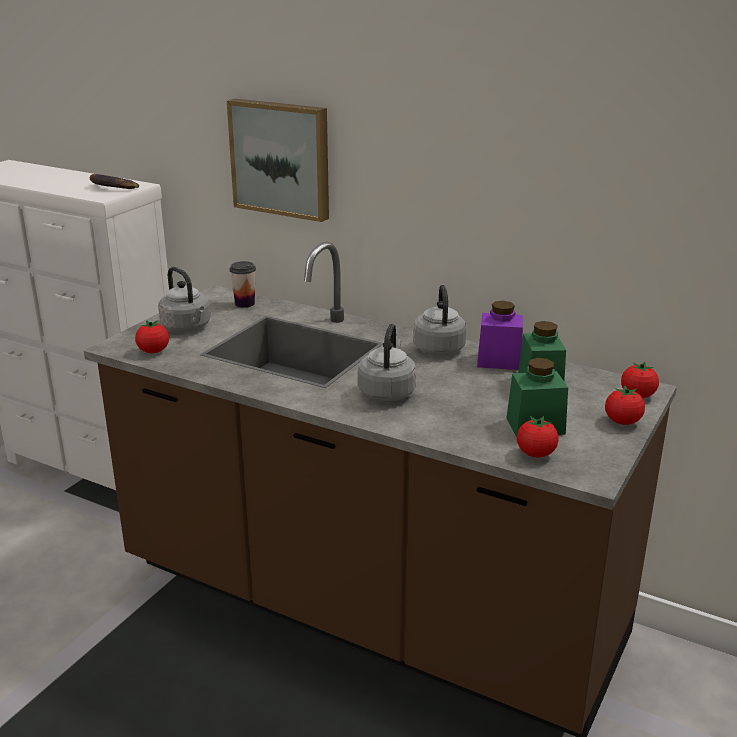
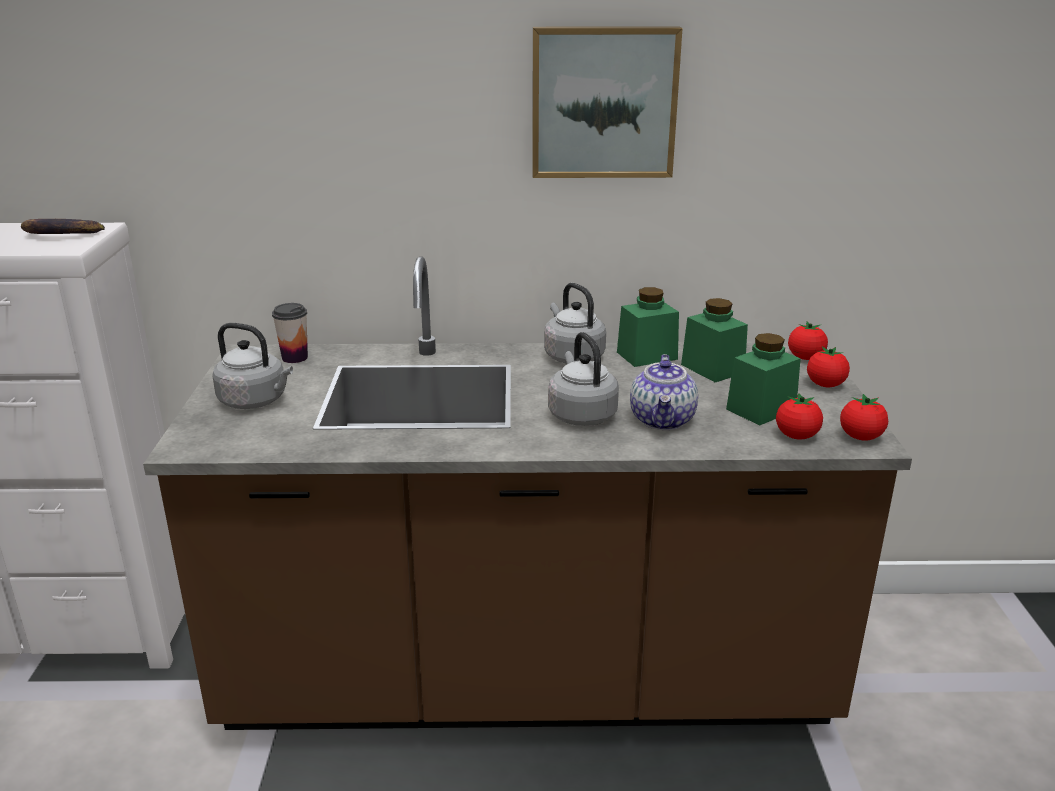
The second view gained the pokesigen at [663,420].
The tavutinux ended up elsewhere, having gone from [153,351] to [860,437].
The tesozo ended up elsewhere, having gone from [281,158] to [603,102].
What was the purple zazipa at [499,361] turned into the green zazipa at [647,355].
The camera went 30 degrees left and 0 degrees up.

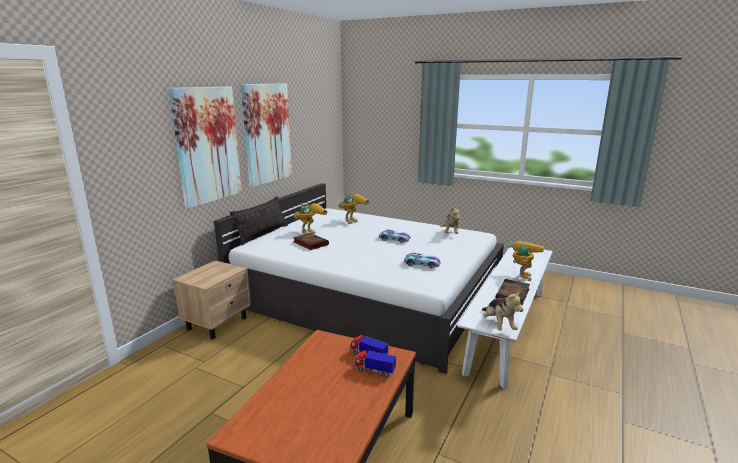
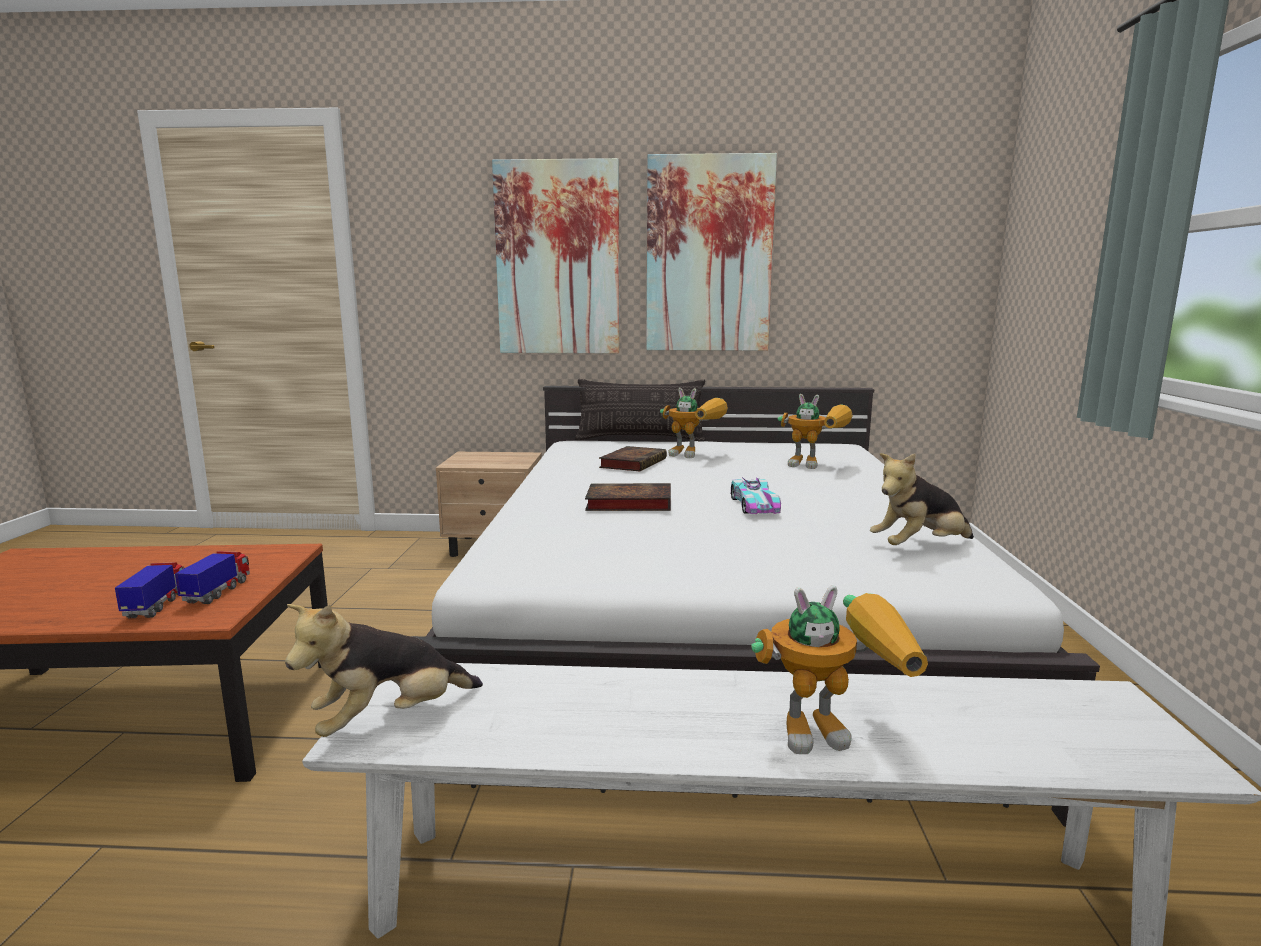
The second view lost the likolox at [422,264].
The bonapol ended up elsewhere, having gone from [513,295] to [626,503].
The camera went 65 degrees right and 5 degrees down.

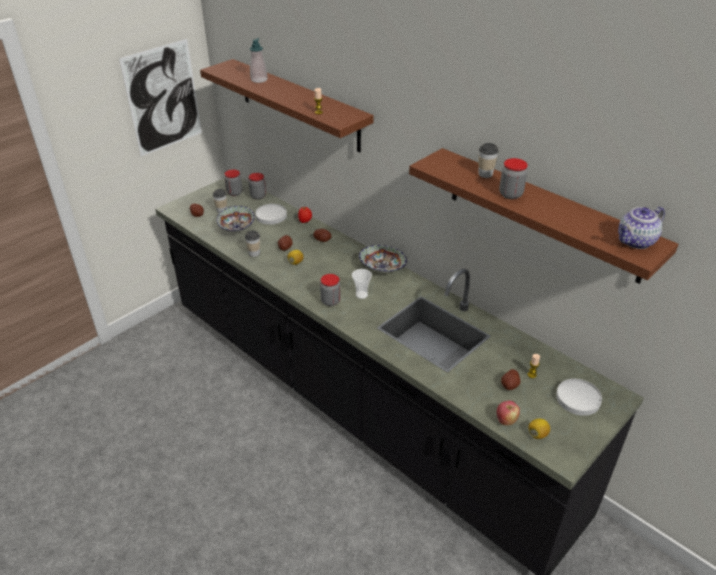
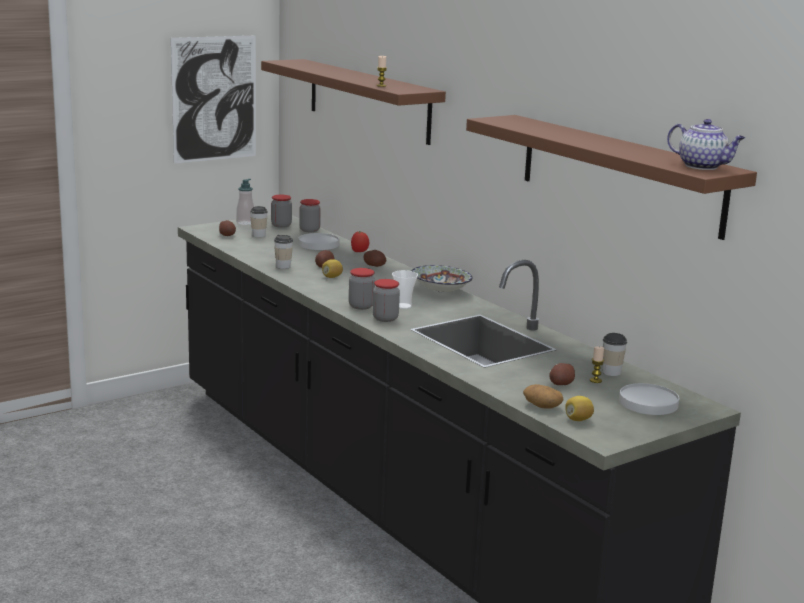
The second view lost the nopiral at [237,228].
The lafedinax ended up elsewhere, having gone from [259,80] to [245,223].
The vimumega ended up elsewhere, having gone from [485,174] to [611,372].
The zazipa ended up elsewhere, having gone from [510,194] to [385,318].
Where the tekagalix stood at [506,420], the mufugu came to stand at [541,406].
The pokesigen at [635,242] ended up facing another way, 120 degrees counterclockwise from before.
The camera went 10 degrees right and 20 degrees down.

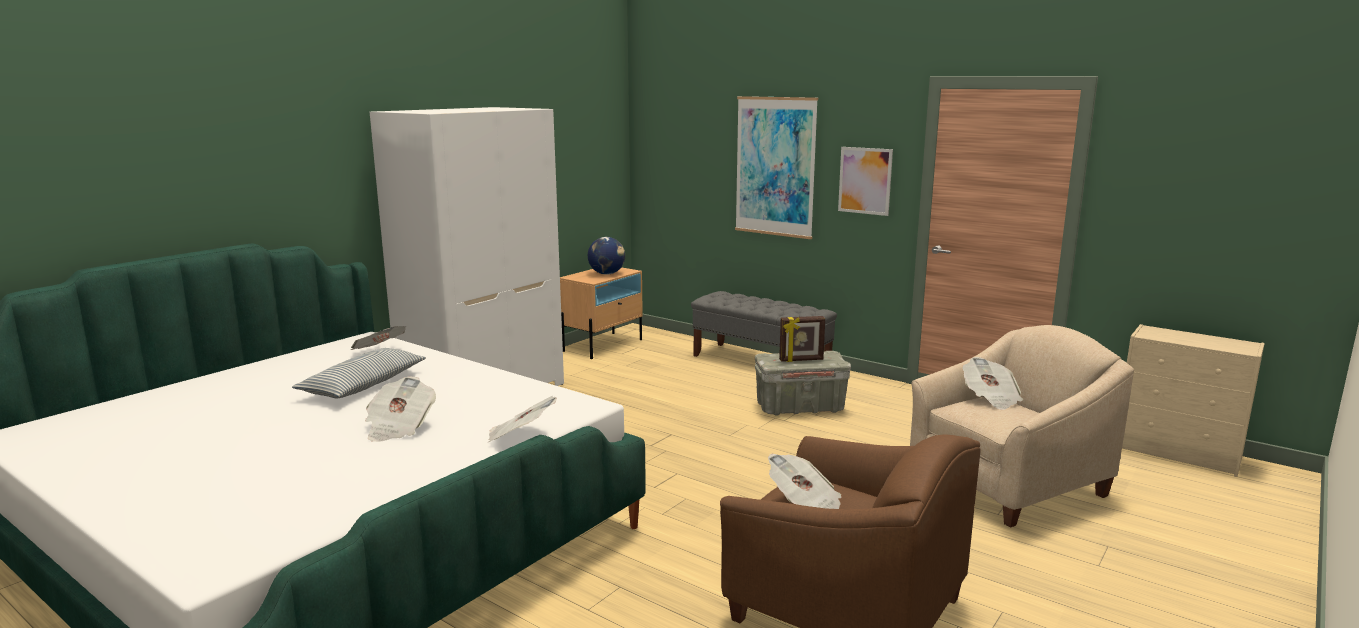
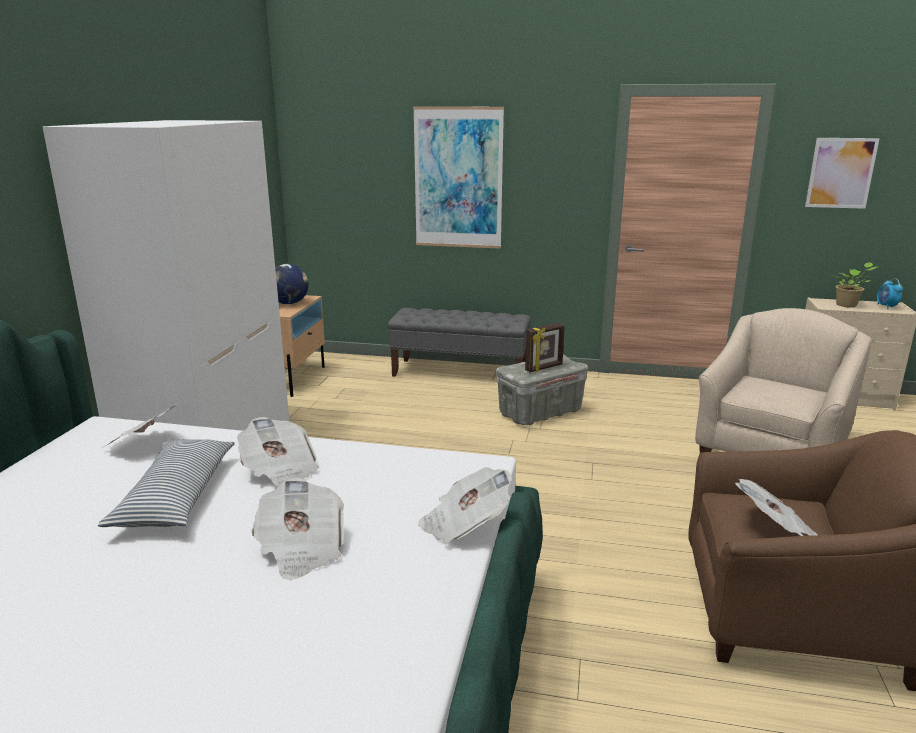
The second view gained the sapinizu at [848,305].
The second view gained the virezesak at [886,307].
The tesozo ended up elsewhere, having gone from [865,180] to [841,173].
The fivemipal ended up elsewhere, having gone from [990,398] to [280,471].
The camera went 25 degrees left and 5 degrees up.

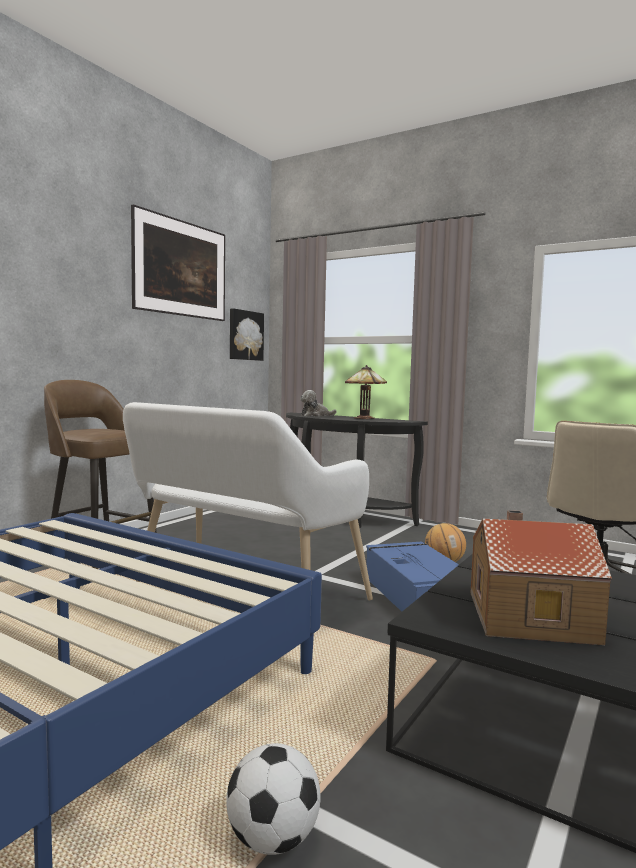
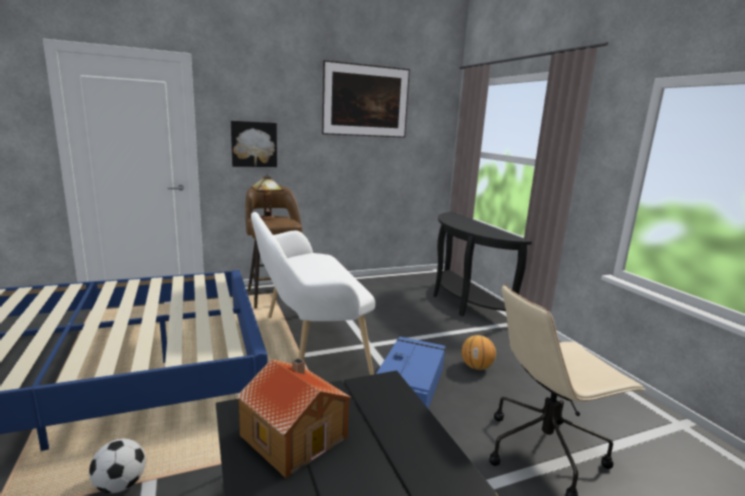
The second view lost the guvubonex at [315,415].
The tesozo ended up elsewhere, having gone from [245,335] to [254,144].
The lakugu ended up elsewhere, having gone from [366,418] to [268,218].
The camera went 35 degrees right and 10 degrees up.

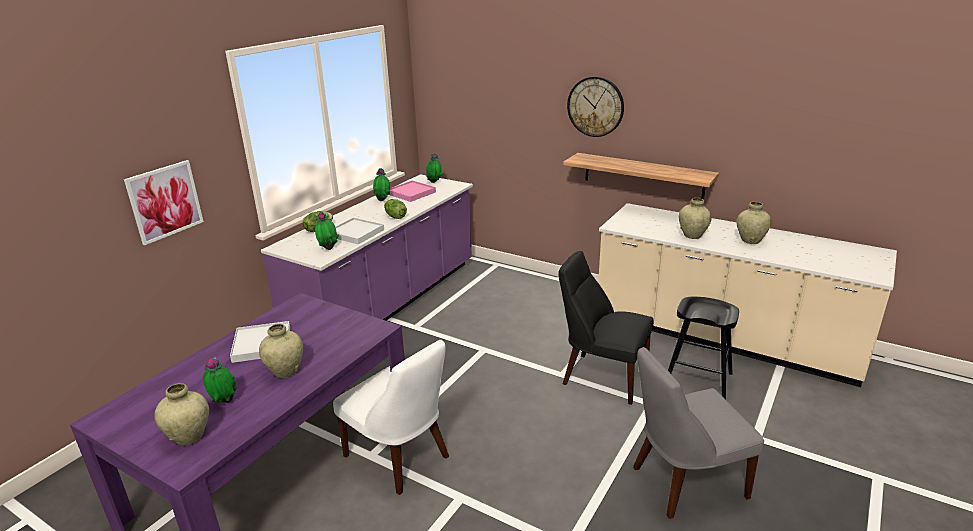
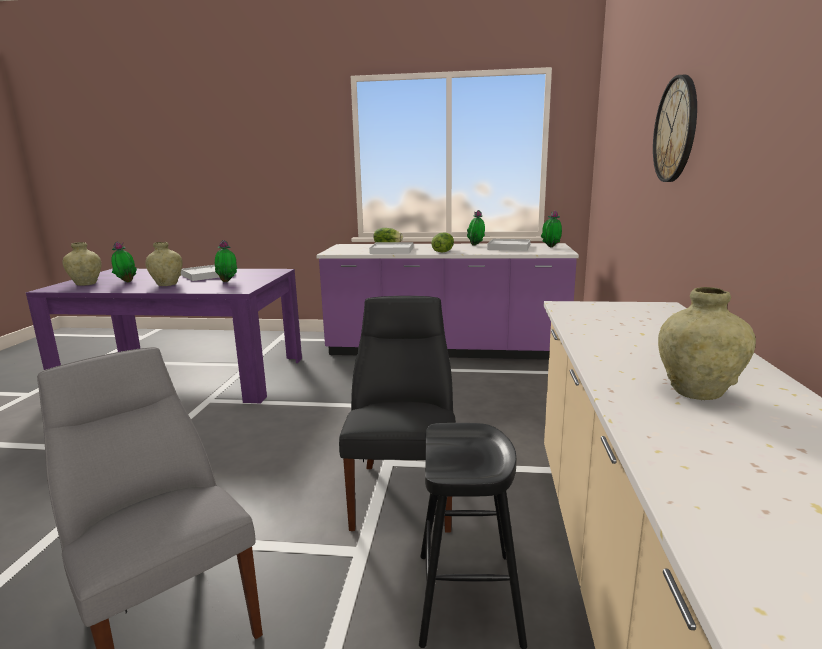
The second view lost the tesozo at [165,201].
The second view lost the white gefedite at [400,458].
The second view lost the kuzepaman at [643,175].
The second view lost the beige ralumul at [692,236].
The sapinizu ended up elsewhere, having gone from [328,248] to [228,281].
What was the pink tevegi at [411,193] turned into the white tevegi at [509,247].
The camera went 65 degrees right and 10 degrees down.

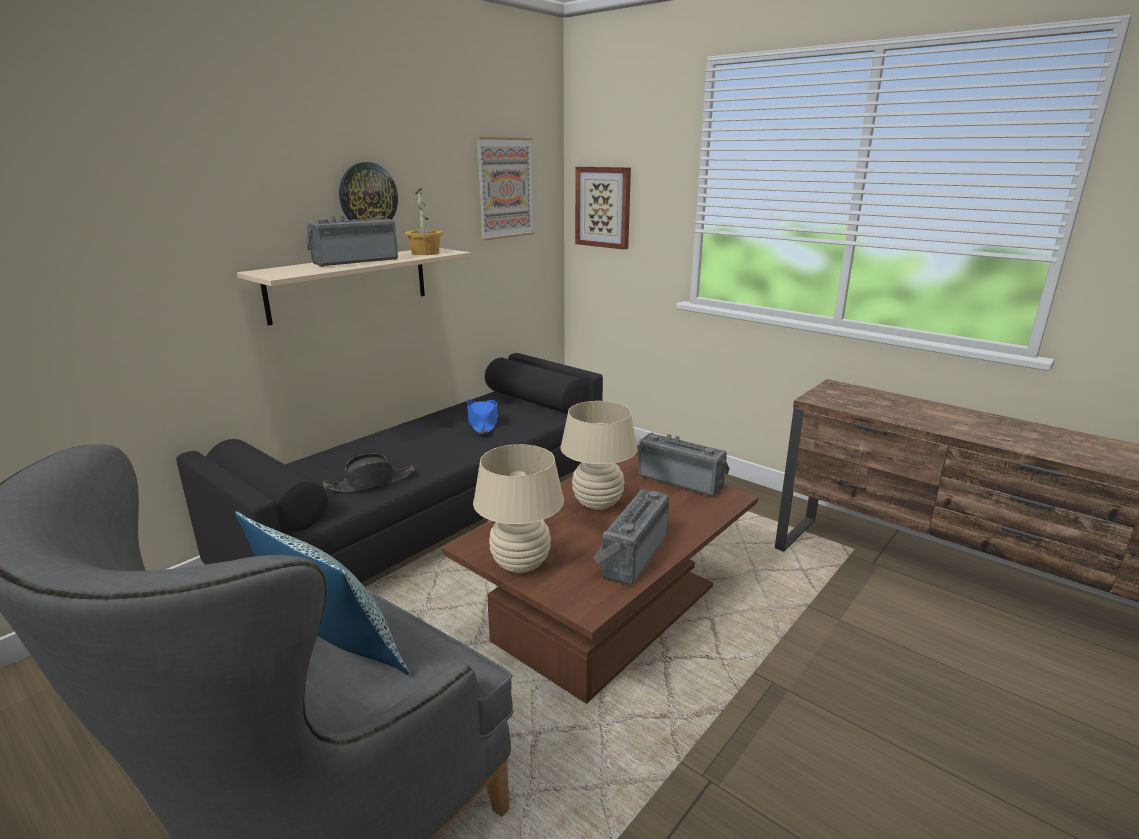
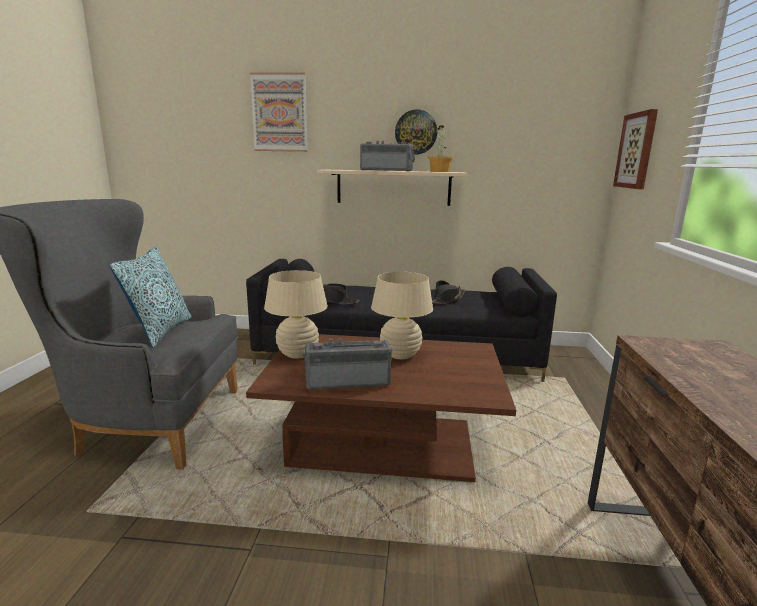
The second view lost the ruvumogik at [682,480].
The tesozo ended up elsewhere, having gone from [505,188] to [279,113].
What was the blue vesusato at [482,422] turned into the black vesusato at [446,300].
The camera went 55 degrees right and 5 degrees down.

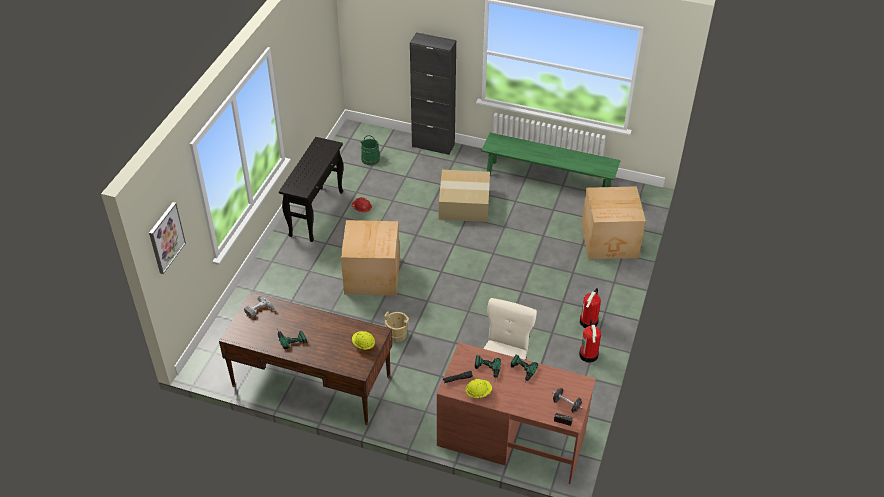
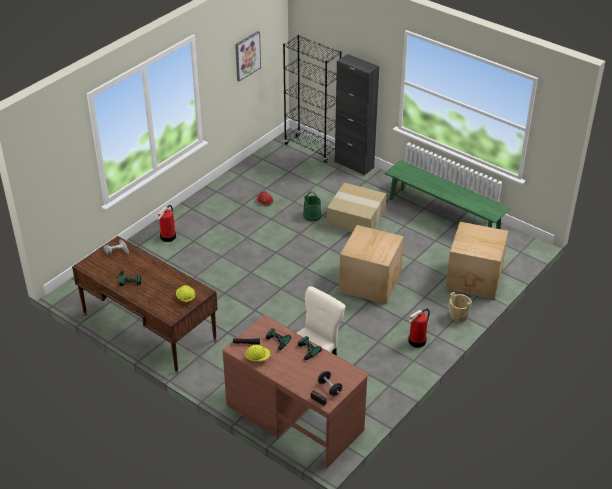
The second view lost the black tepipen at [316,213].
The second view gained the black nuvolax at [311,149].
The tesozo ended up elsewhere, having gone from [166,237] to [247,55].
The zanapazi ended up elsewhere, having gone from [373,275] to [371,282].
The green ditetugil ended up elsewhere, having gone from [370,159] to [312,215].
The beige ditetugil ended up elsewhere, having gone from [397,335] to [458,316].
The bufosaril ended up elsewhere, having gone from [589,355] to [168,237].
The camera went 20 degrees right and 5 degrees down.

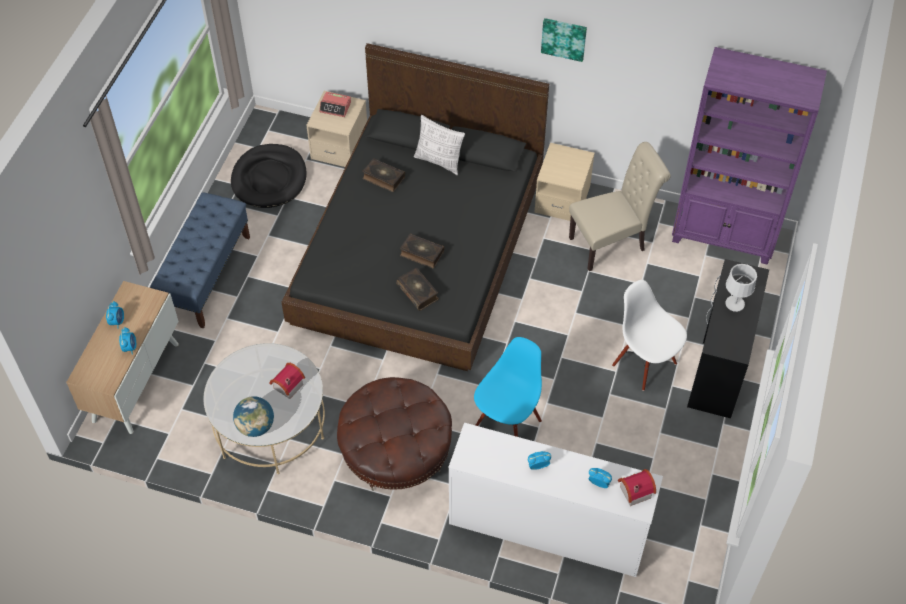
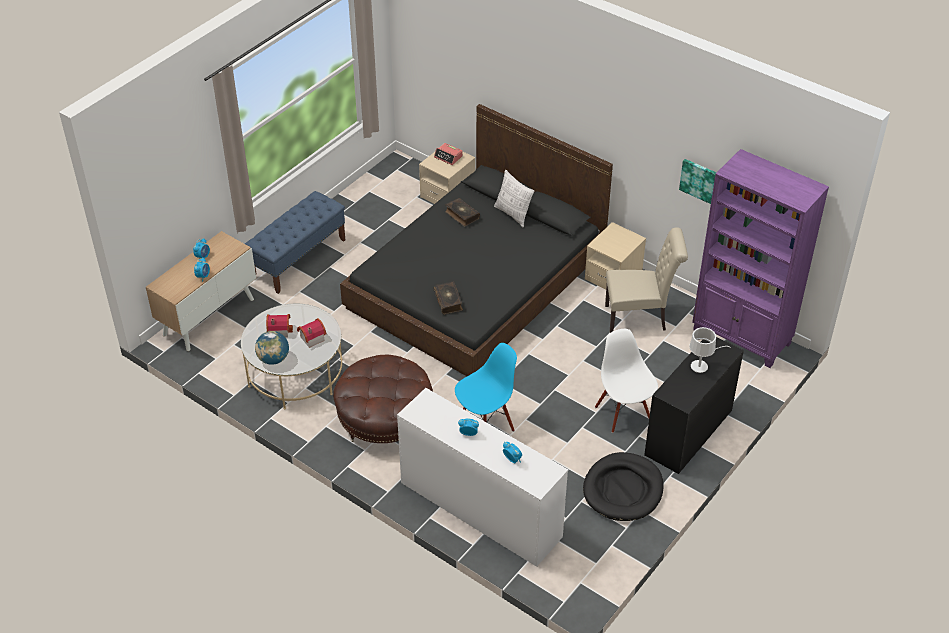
The second view lost the bonapol at [421,254].
The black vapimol ended up elsewhere, having gone from [269,179] to [623,489].
The tesozo ended up elsewhere, having gone from [564,38] to [699,180].
The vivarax ended up elsewhere, having gone from [633,491] to [279,330].
The camera went 20 degrees right and 10 degrees down.

